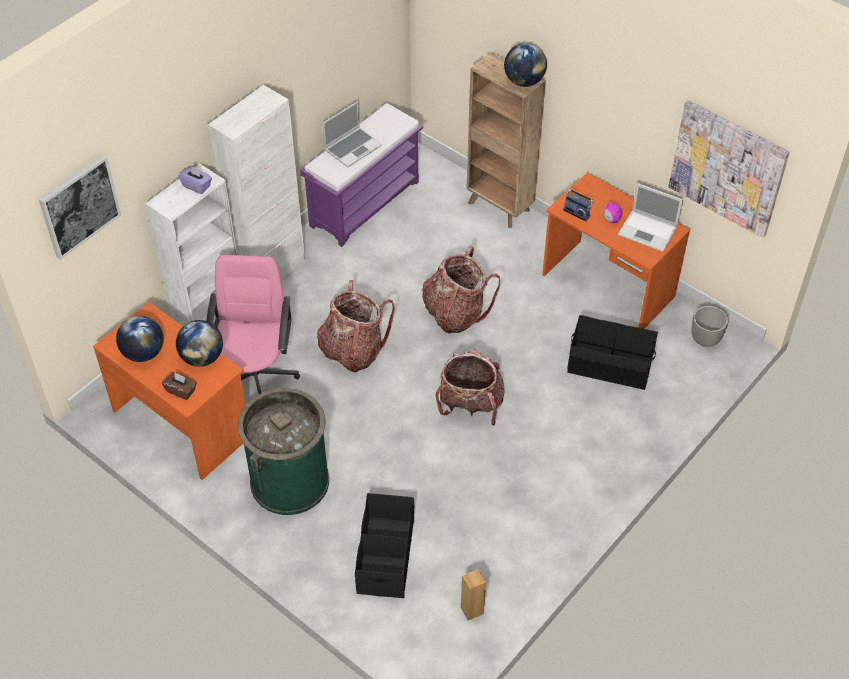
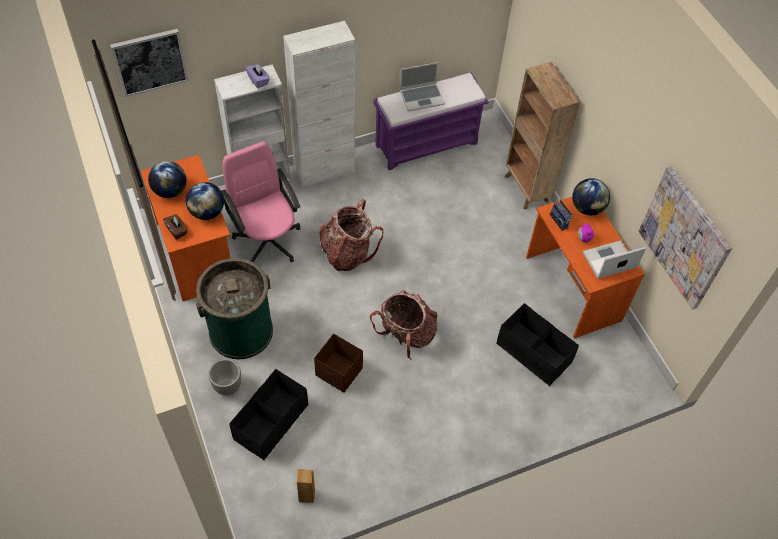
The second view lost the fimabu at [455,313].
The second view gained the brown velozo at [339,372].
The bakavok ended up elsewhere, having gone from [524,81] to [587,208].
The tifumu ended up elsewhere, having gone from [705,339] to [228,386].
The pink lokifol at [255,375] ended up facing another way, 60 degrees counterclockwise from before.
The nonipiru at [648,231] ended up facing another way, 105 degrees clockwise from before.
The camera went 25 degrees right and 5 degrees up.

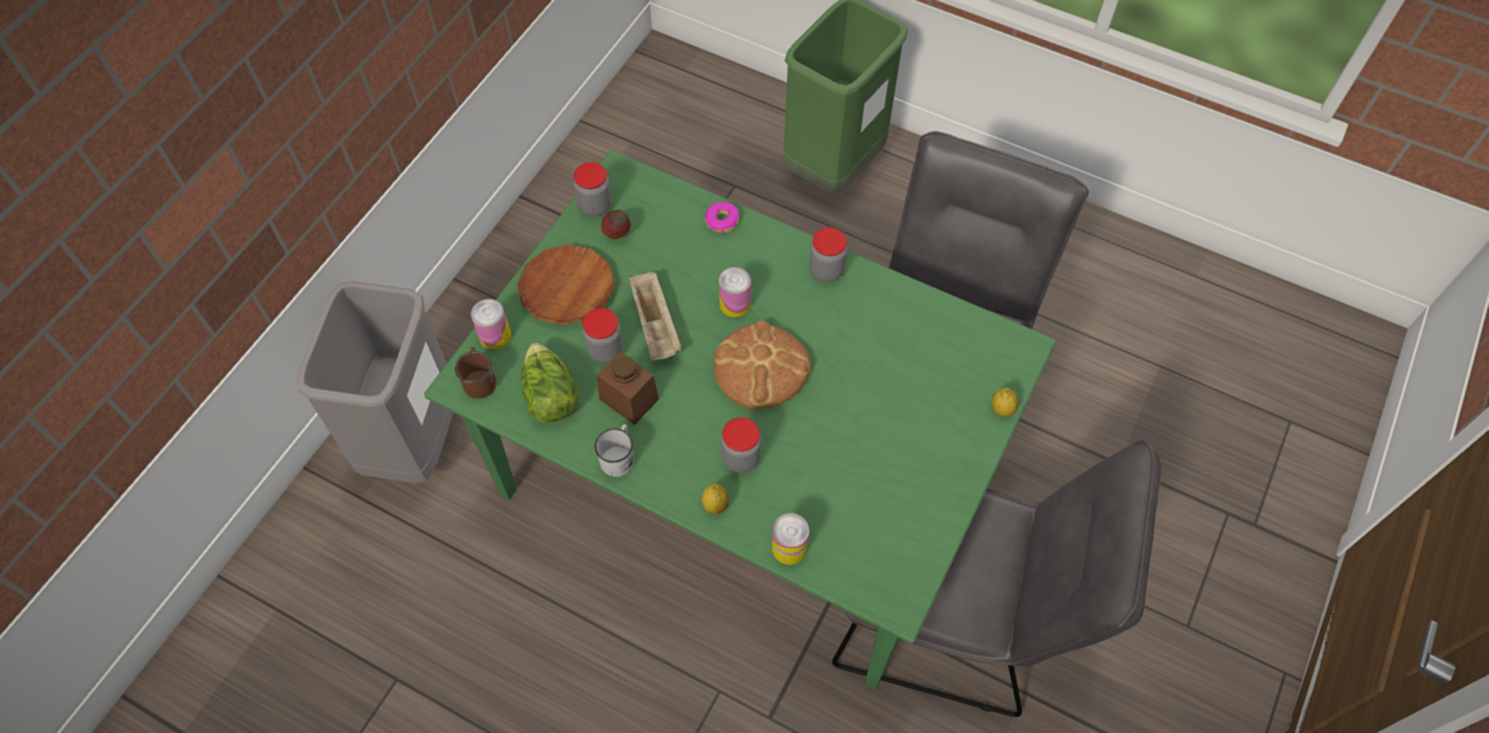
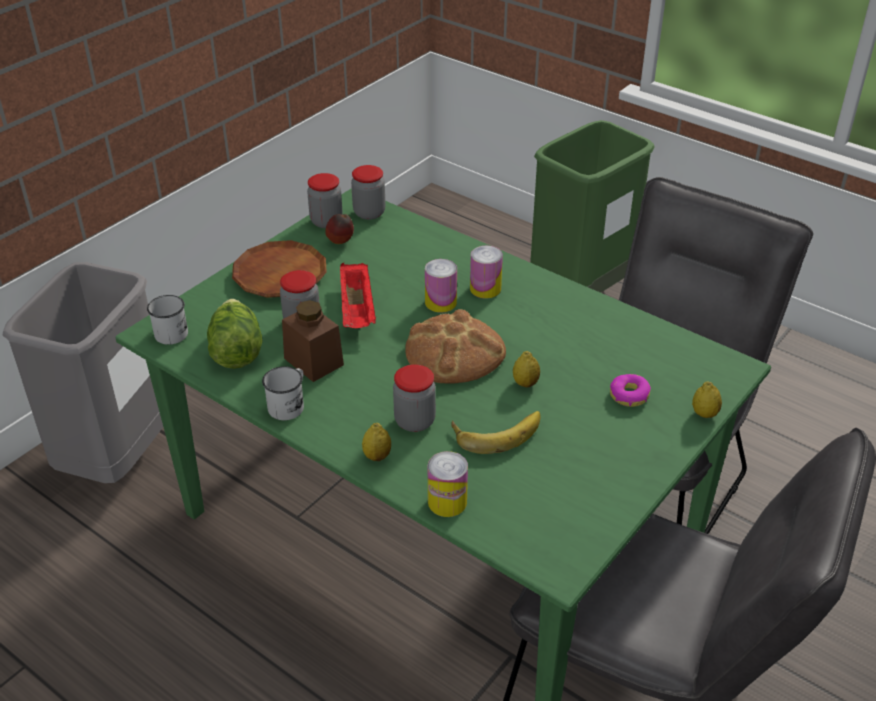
The second view gained the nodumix at [496,431].
The second view gained the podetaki at [525,383].
The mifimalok ended up elsewhere, having gone from [495,336] to [485,289].
The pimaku ended up elsewhere, having gone from [722,221] to [629,395].
The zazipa ended up elsewhere, having gone from [826,270] to [369,213].
What was the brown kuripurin at [479,379] turned into the white kuripurin at [172,331].
What was the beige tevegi at [656,326] turned into the red tevegi at [357,310].
The camera went 10 degrees right and 20 degrees down.

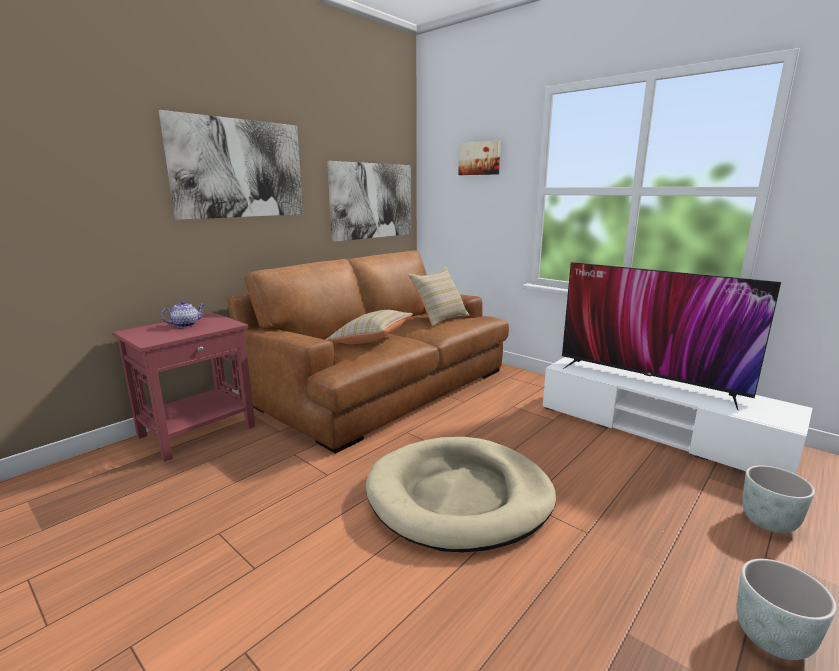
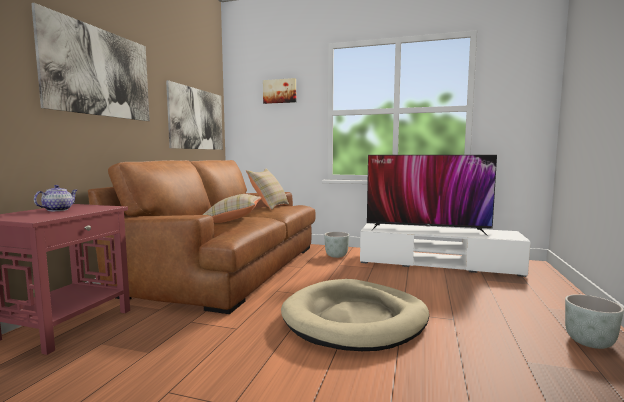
The grey tifumu ended up elsewhere, having gone from [768,522] to [336,256].
The camera went 25 degrees left and 10 degrees down.

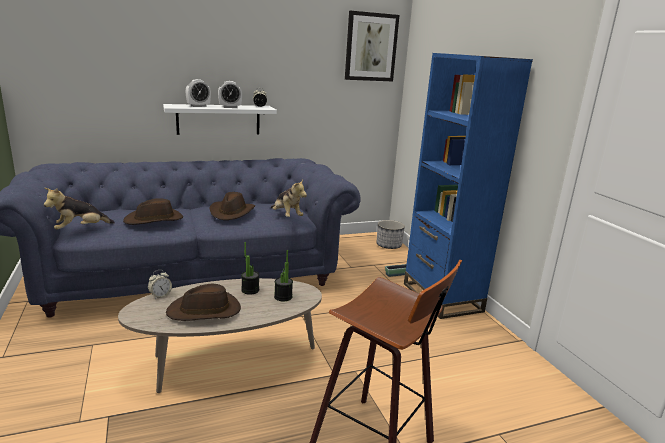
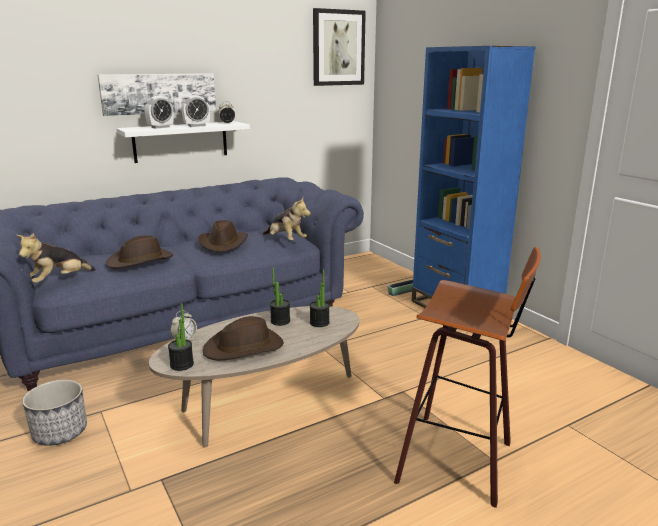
The second view gained the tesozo at [159,93].
The second view gained the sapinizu at [182,365].
The tifumu ended up elsewhere, having gone from [388,245] to [60,432].
The camera went 10 degrees left and 0 degrees up.

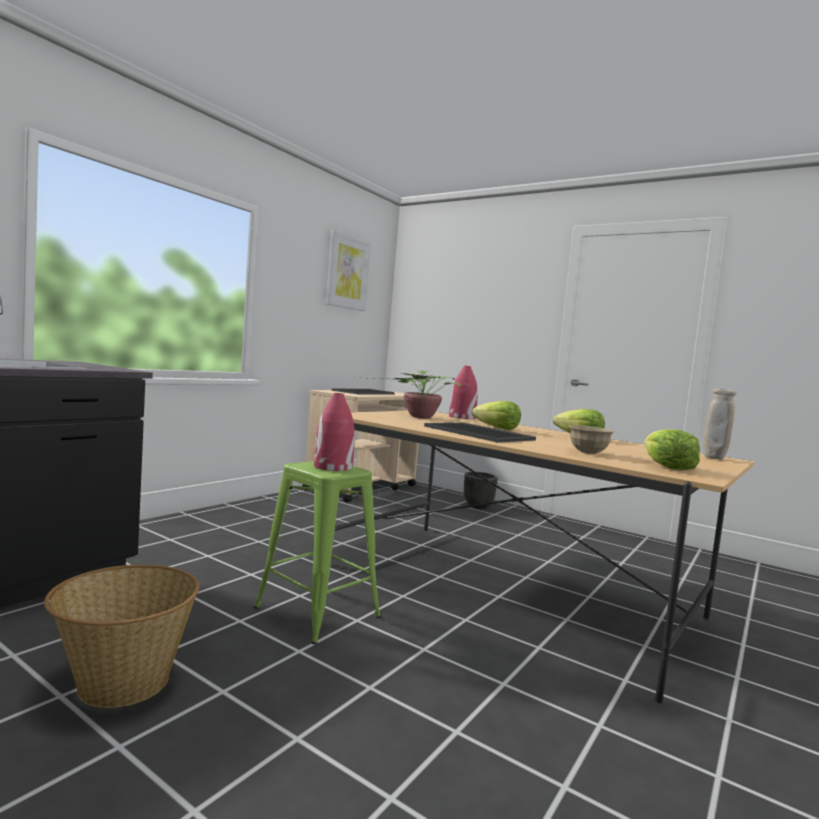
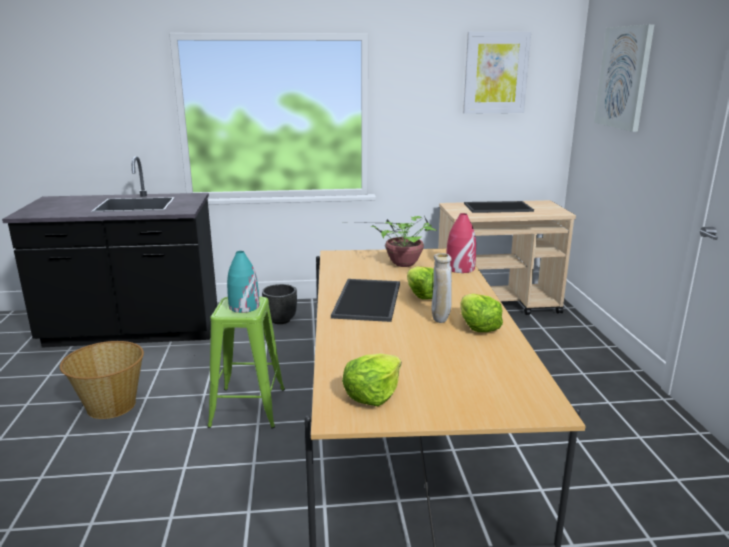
The second view lost the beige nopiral at [588,453].
The second view gained the tesozo at [624,77].
The black tifumu ended up elsewhere, having gone from [478,506] to [281,320].
The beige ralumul ended up elsewhere, having gone from [714,458] to [440,320].
What was the red ralumul at [332,467] turned into the turquoise ralumul at [243,307].
The camera went 50 degrees right and 15 degrees up.

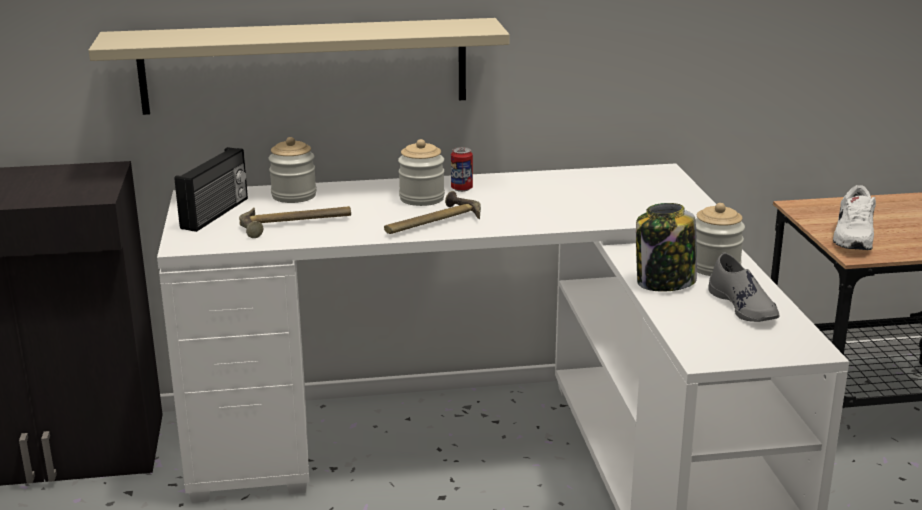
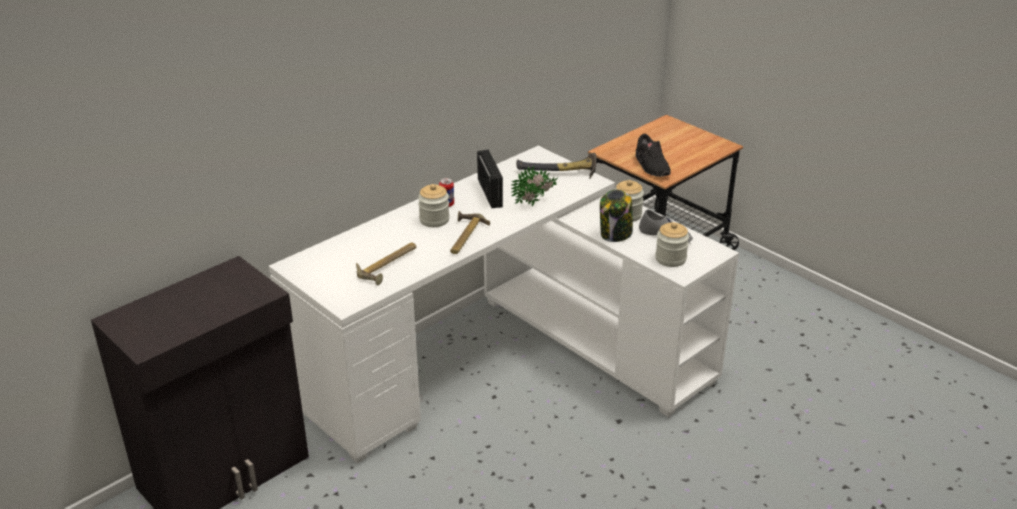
The second view lost the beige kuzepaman at [304,66].
The second view gained the sapinizu at [535,203].
The second view gained the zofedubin at [559,173].
The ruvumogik ended up elsewhere, having gone from [216,213] to [491,193].
The zazipa ended up elsewhere, having gone from [294,196] to [670,259].
What was the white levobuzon at [852,238] turned into the black levobuzon at [651,166].
The camera went 35 degrees left and 10 degrees up.

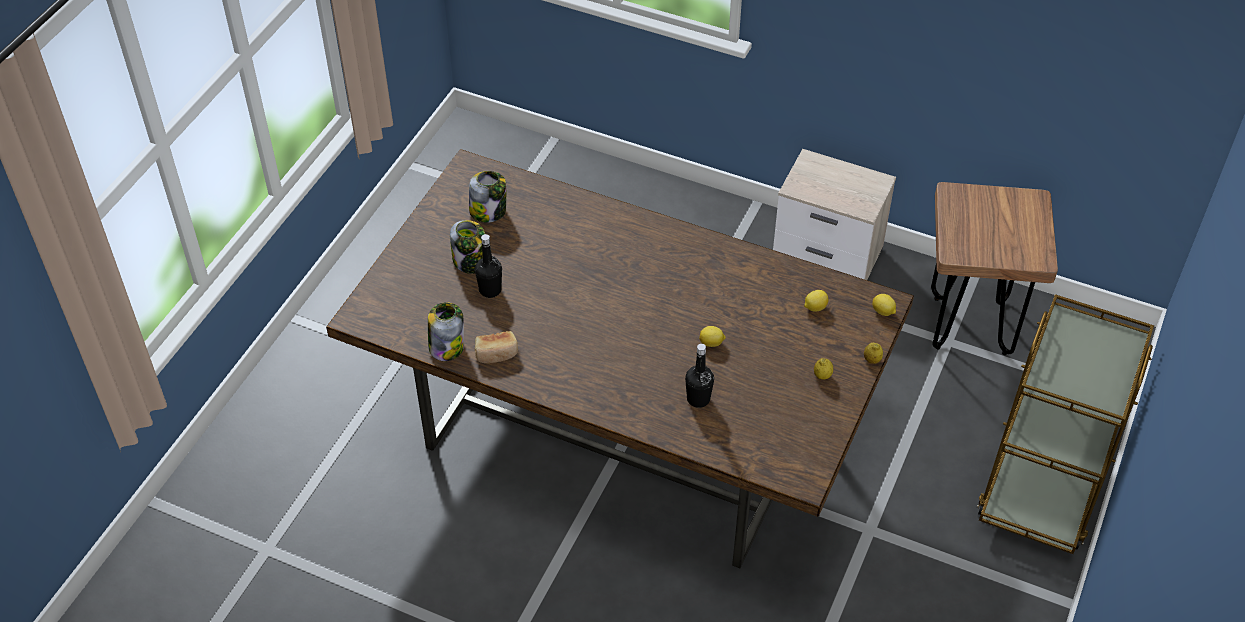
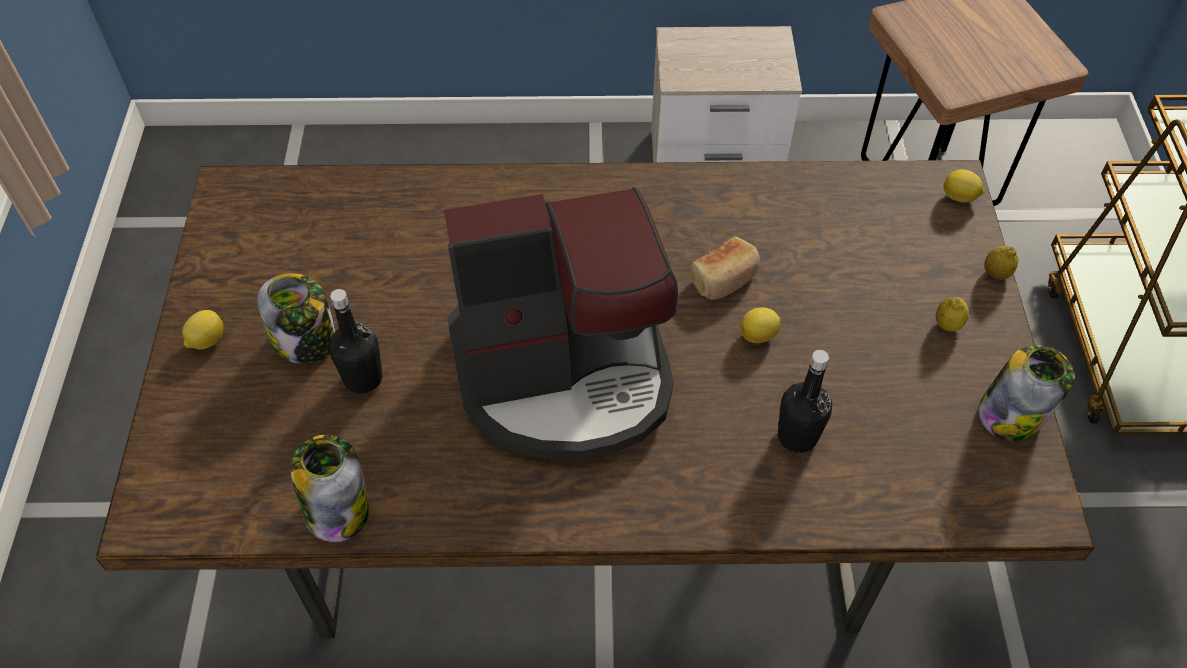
The second view gained the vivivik at [565,374].
The zazipa ended up elsewhere, having gone from [488,211] to [1011,414].
The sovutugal ended up elsewhere, having gone from [496,354] to [724,279].
The podetaki ended up elsewhere, having gone from [815,307] to [206,340].
The camera went 25 degrees left and 5 degrees up.

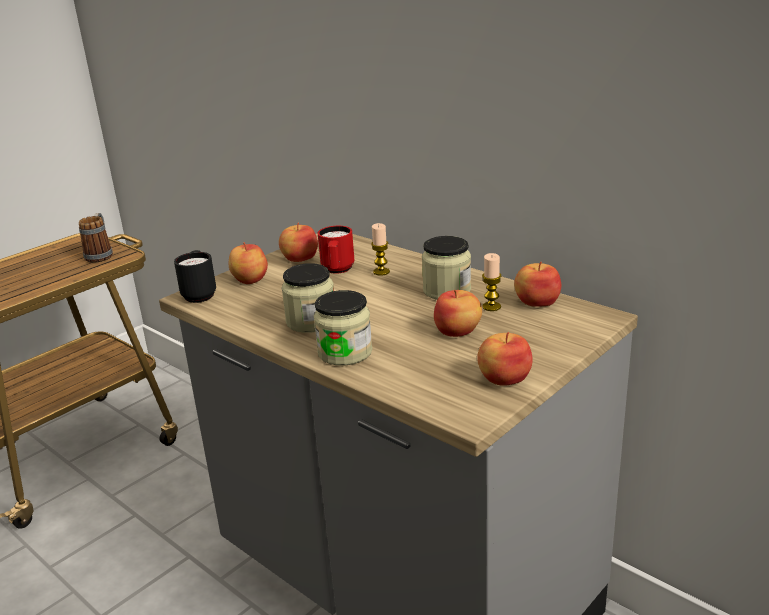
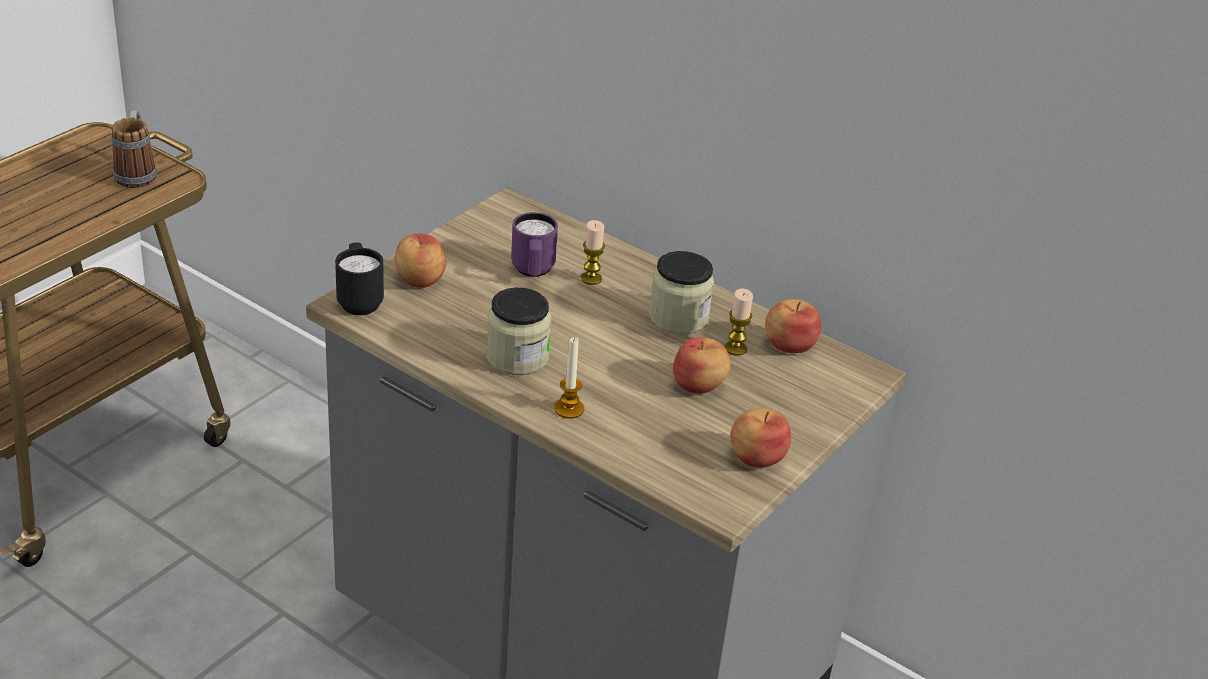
The second view lost the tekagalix at [299,258].
Where the zazipa stood at [345,352], the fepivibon came to stand at [569,409].
What was the red kuripurin at [337,270] turned into the purple kuripurin at [533,272].
The camera went 10 degrees left and 10 degrees up.

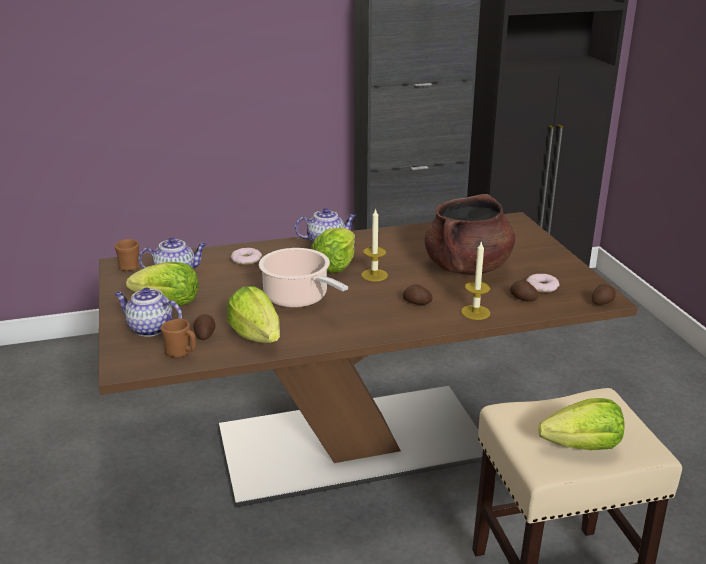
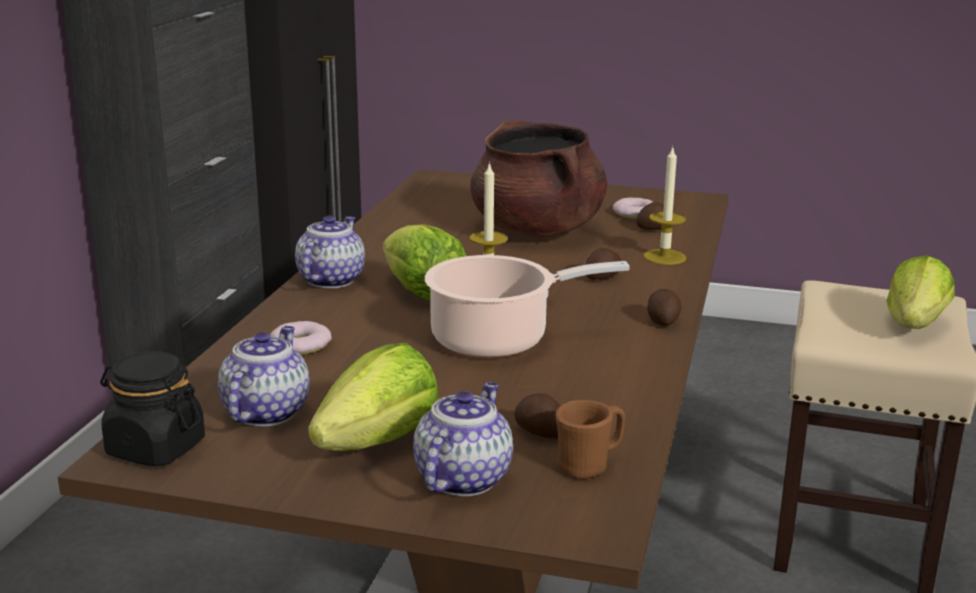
The second view lost the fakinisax at [256,336].
The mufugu ended up elsewhere, having gone from [603,302] to [662,320].
Where the brown kuripurin stood at [130,265], the black zazipa came to stand at [155,448].
The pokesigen at [149,328] ended up facing another way, 150 degrees clockwise from before.
The camera went 60 degrees left and 5 degrees down.

